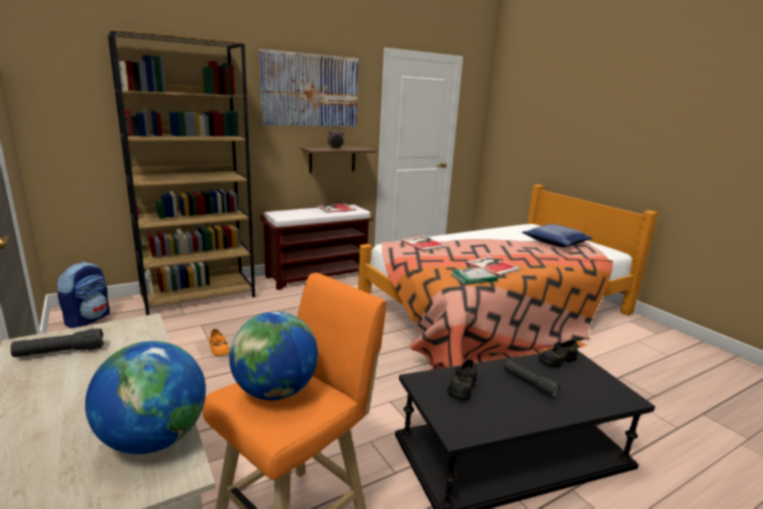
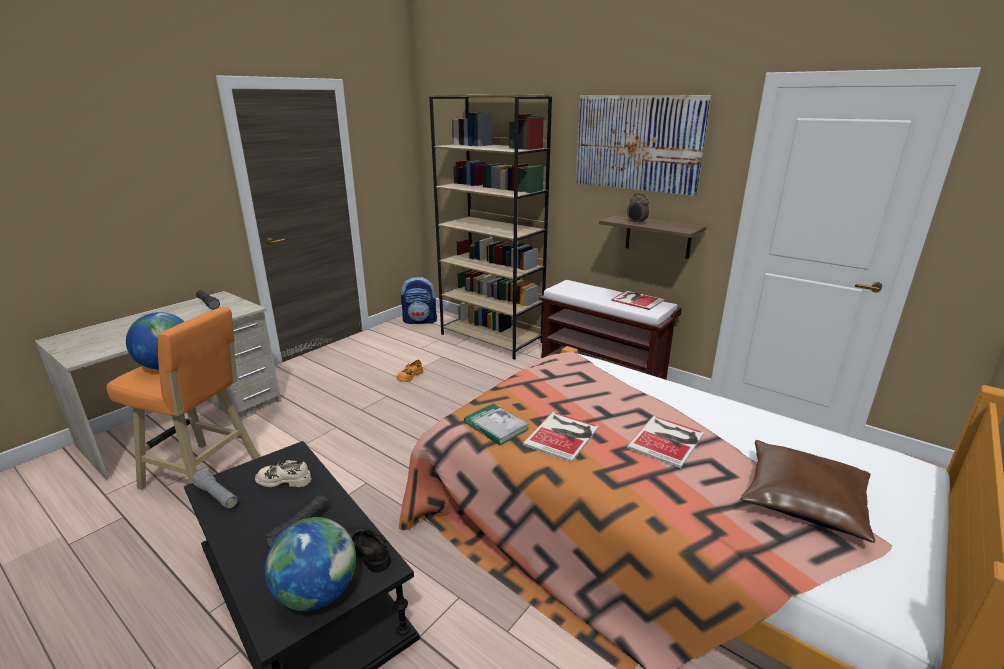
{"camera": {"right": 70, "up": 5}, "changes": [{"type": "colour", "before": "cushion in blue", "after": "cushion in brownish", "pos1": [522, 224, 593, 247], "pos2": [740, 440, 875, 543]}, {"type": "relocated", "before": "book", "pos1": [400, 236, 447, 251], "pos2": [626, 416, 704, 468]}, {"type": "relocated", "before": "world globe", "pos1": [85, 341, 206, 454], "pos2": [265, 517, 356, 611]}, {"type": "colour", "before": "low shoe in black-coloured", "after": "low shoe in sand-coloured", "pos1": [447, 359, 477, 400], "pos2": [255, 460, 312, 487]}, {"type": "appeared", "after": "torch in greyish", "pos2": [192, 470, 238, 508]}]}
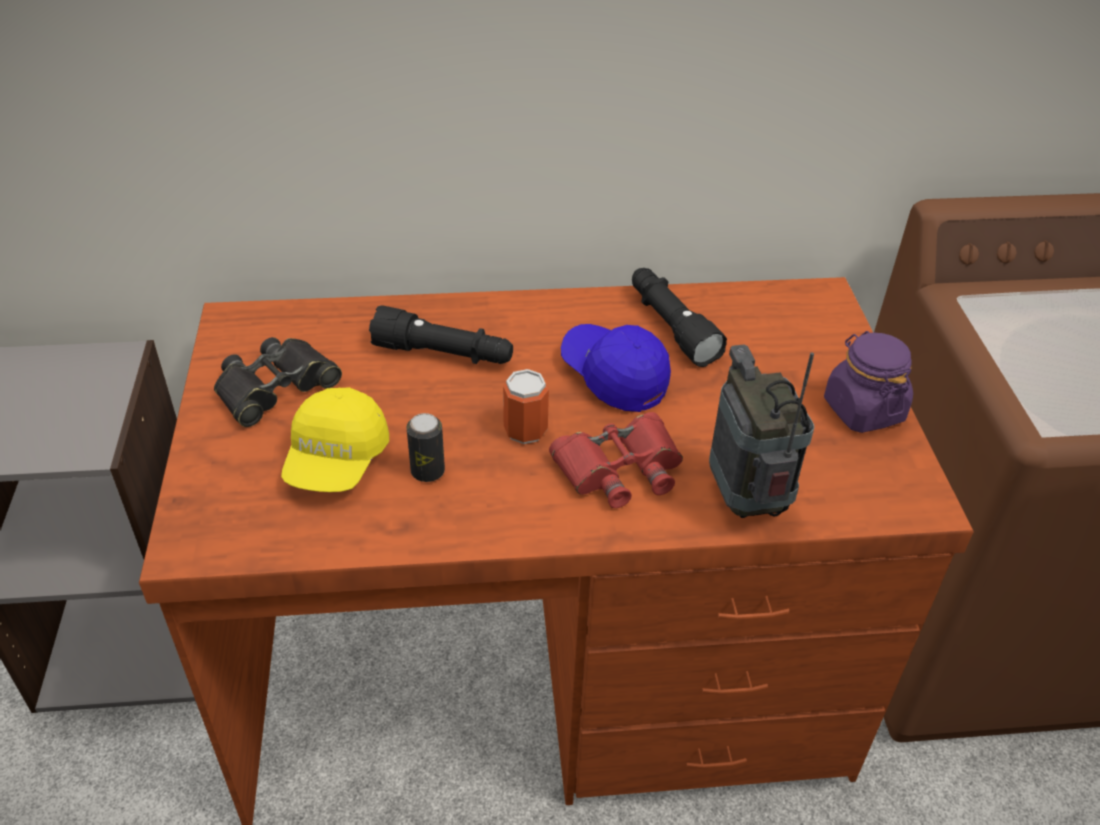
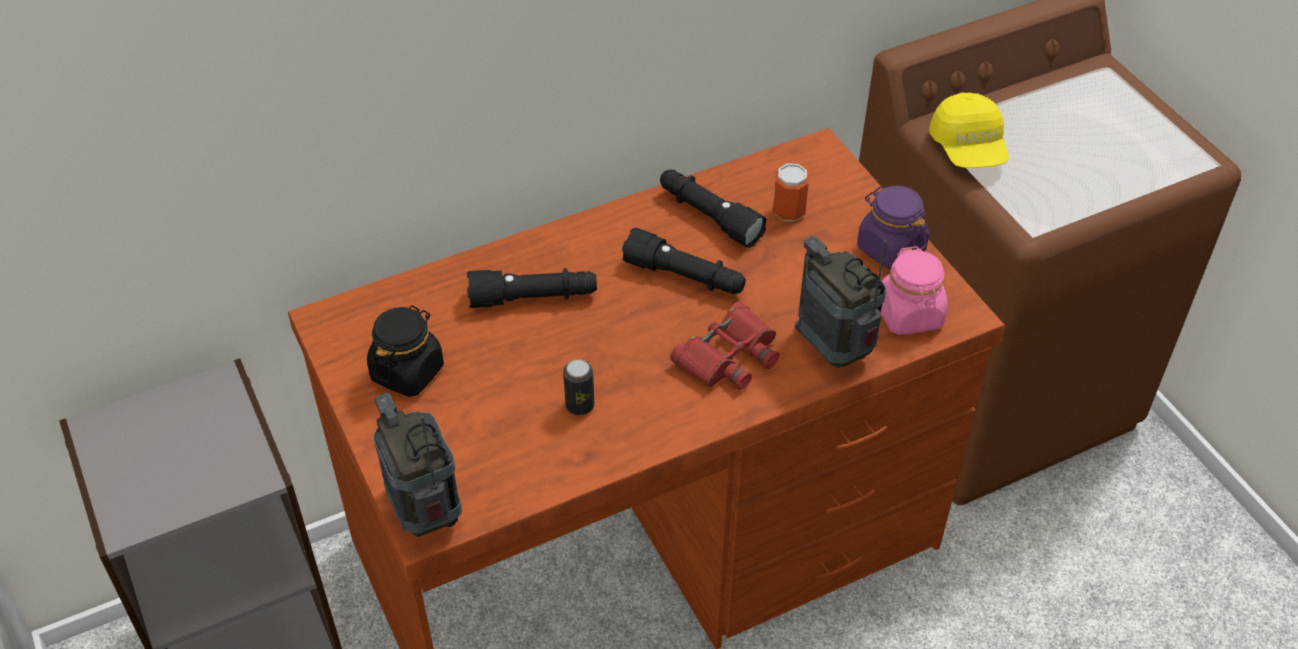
{"camera": {"right": -20, "up": 5}, "changes": [{"type": "exchanged", "before": "baseball cap in blue", "after": "torch in black-coloured", "pos1": [561, 324, 671, 412], "pos2": [622, 228, 746, 294]}, {"type": "exchanged", "before": "pair of binoculars in black-coloured", "after": "preserve jar in black-coloured", "pos1": [214, 337, 342, 427], "pos2": [367, 305, 444, 397]}, {"type": "relocated", "before": "sealed can", "pos1": [503, 369, 549, 444], "pos2": [773, 163, 809, 222]}, {"type": "relocated", "before": "baseball cap in yellowish", "pos1": [281, 387, 389, 492], "pos2": [929, 92, 1009, 168]}, {"type": "appeared", "after": "preserve jar in pinkish", "pos2": [881, 246, 948, 335]}, {"type": "appeared", "after": "radio receiver", "pos2": [373, 393, 462, 537]}]}
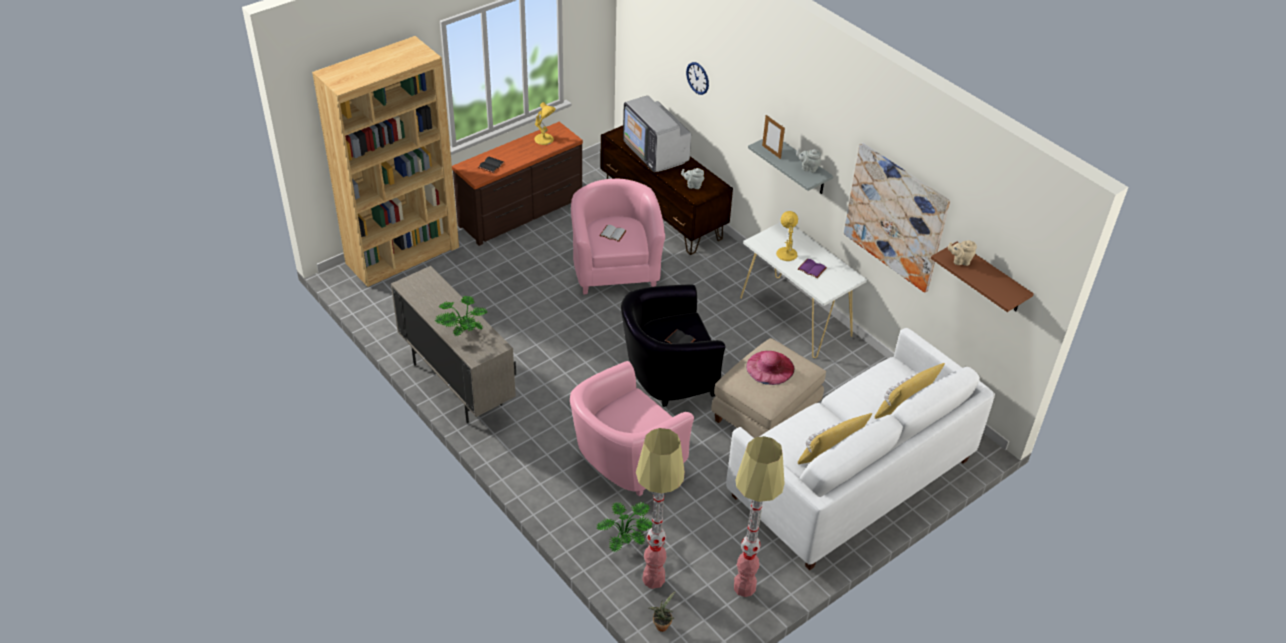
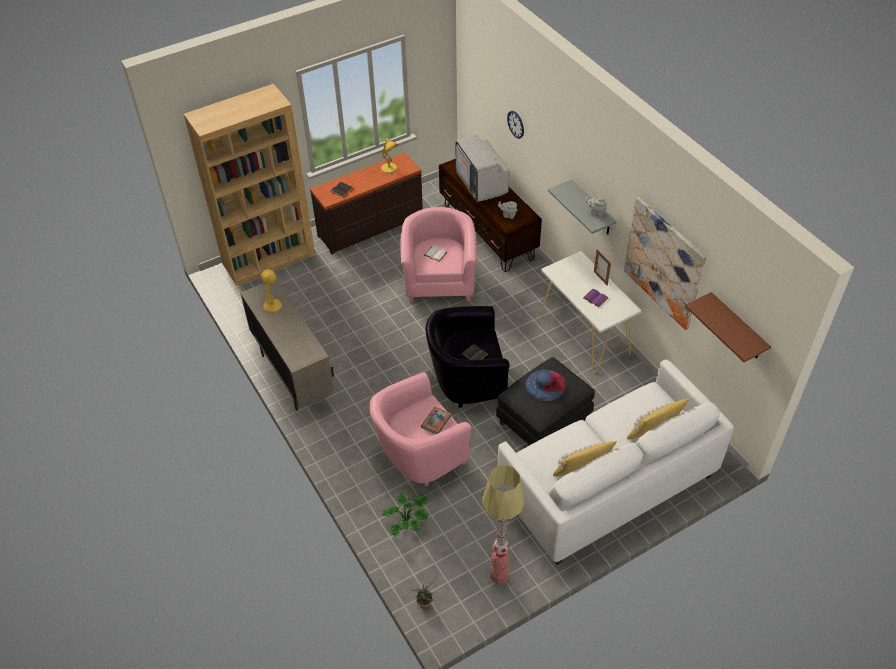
{"camera": {"right": 10, "up": 5}, "changes": [{"type": "relocated", "before": "standing frame", "pos1": [762, 115, 785, 159], "pos2": [594, 250, 611, 286]}, {"type": "relocated", "before": "tabletop lamp in yellowish", "pos1": [776, 211, 798, 261], "pos2": [261, 269, 282, 313]}, {"type": "missing", "before": "tea pot in sand-coloured", "pos1": [948, 240, 977, 266]}, {"type": "missing", "before": "houseplant", "pos1": [435, 296, 487, 336]}, {"type": "colour", "before": "footrest in sand-coloured", "after": "footrest in black-coloured", "pos1": [711, 338, 826, 438], "pos2": [496, 357, 595, 445]}, {"type": "colour", "before": "clothing hat in pinkish", "after": "clothing hat in blue", "pos1": [746, 351, 794, 385], "pos2": [526, 369, 567, 401]}, {"type": "missing", "before": "standing lamp", "pos1": [636, 428, 685, 589]}, {"type": "appeared", "after": "book", "pos2": [421, 407, 451, 434]}]}
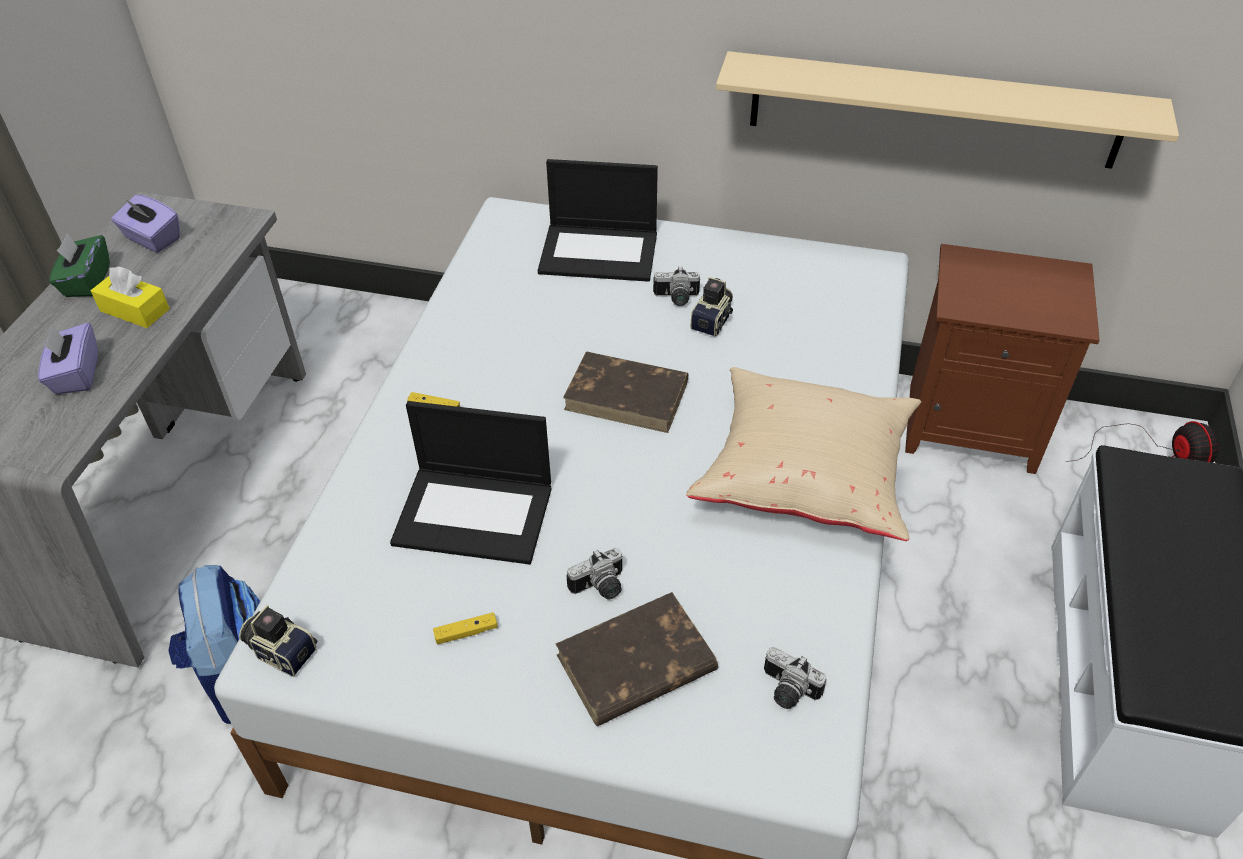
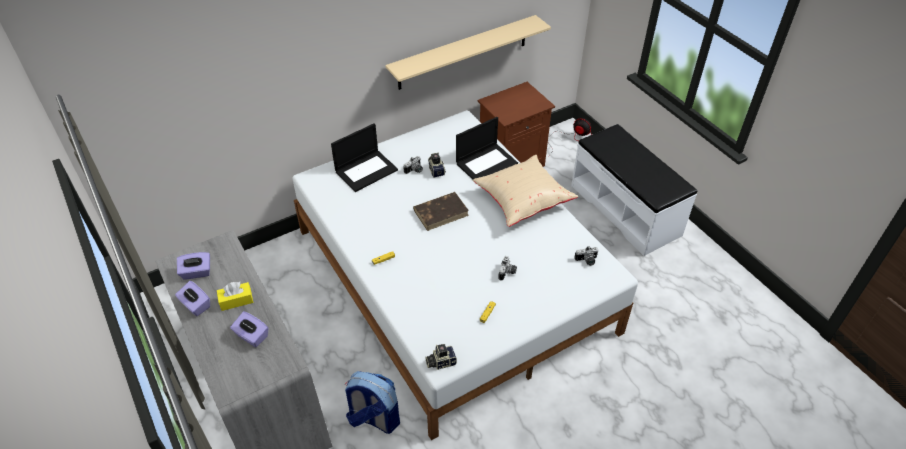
{"camera": {"right": -45, "up": 0}, "changes": [{"type": "colour", "before": "tissue box in green-coloured", "after": "tissue box in purple", "pos1": [49, 233, 110, 297], "pos2": [175, 281, 210, 316]}, {"type": "relocated", "before": "notebook computer", "pos1": [390, 401, 552, 564], "pos2": [456, 117, 518, 180]}, {"type": "missing", "before": "book in brownish", "pos1": [556, 592, 718, 726]}]}
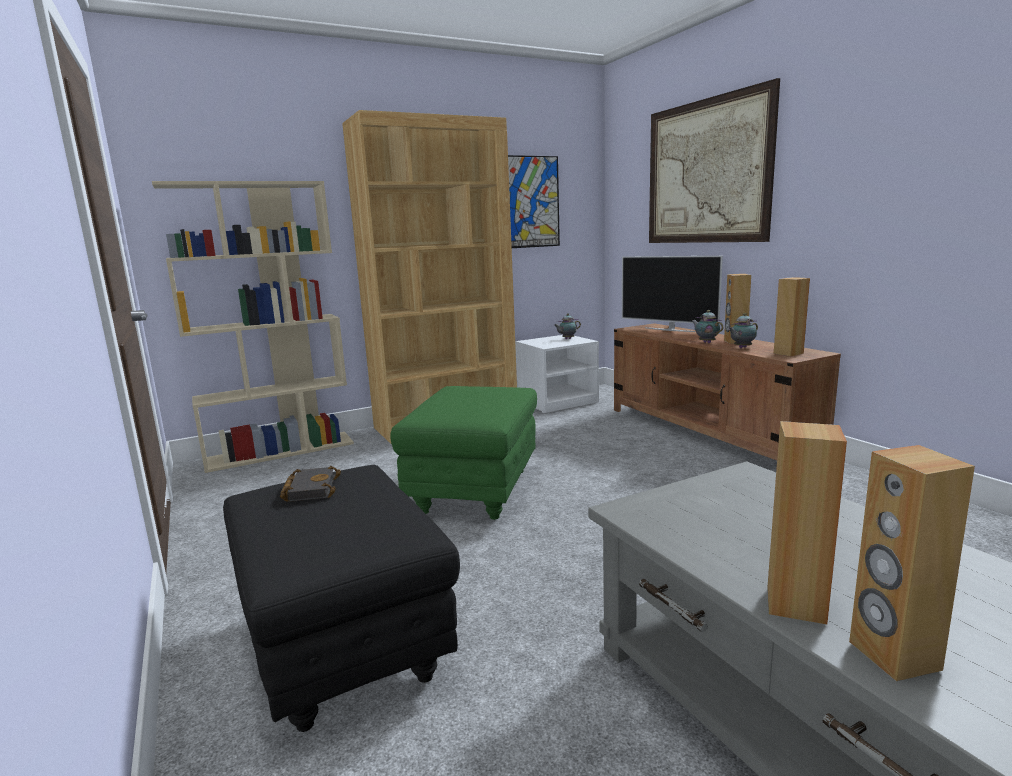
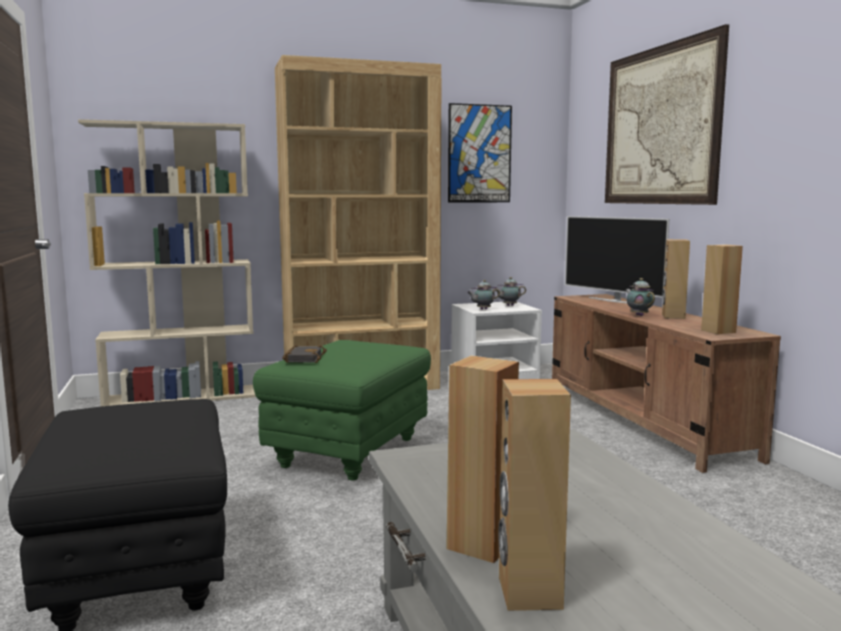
{"camera": {"right": 10, "up": -5}, "changes": [{"type": "relocated", "before": "tea pot", "pos1": [728, 313, 758, 348], "pos2": [467, 280, 500, 310]}, {"type": "relocated", "before": "book in black-coloured", "pos1": [280, 466, 341, 502], "pos2": [282, 345, 327, 363]}]}
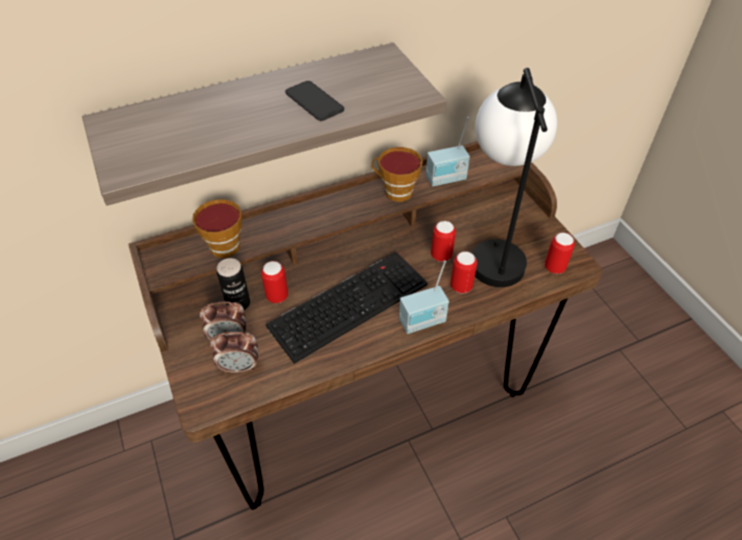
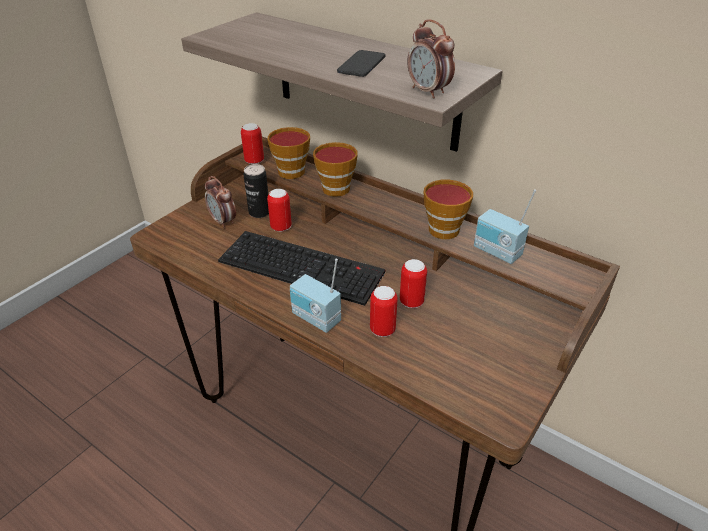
{"camera": {"right": 60, "up": -10}, "changes": [{"type": "missing", "before": "tabletop lamp", "pos1": [472, 68, 557, 287]}, {"type": "relocated", "before": "sealed can", "pos1": [545, 233, 575, 274], "pos2": [241, 123, 264, 164]}, {"type": "relocated", "before": "table clock", "pos1": [210, 332, 258, 374], "pos2": [407, 19, 455, 98]}, {"type": "appeared", "after": "drinking cup", "pos2": [313, 142, 358, 197]}]}
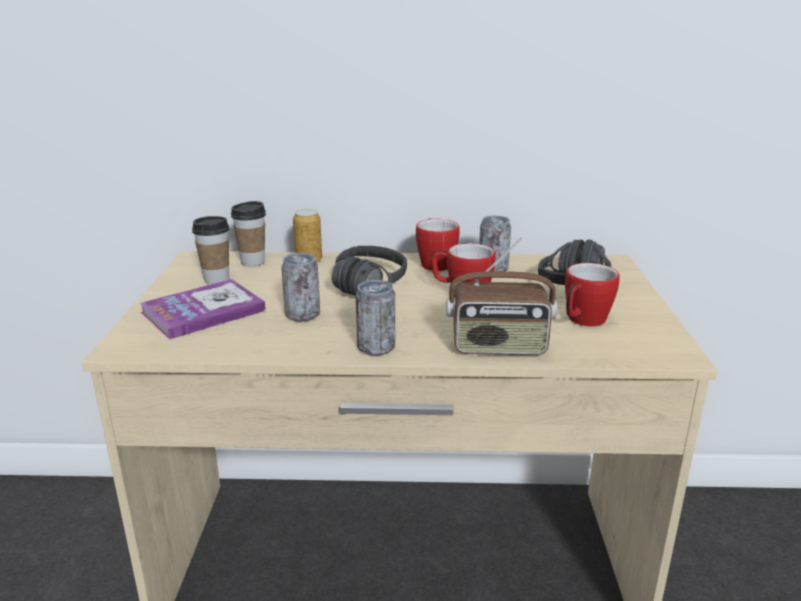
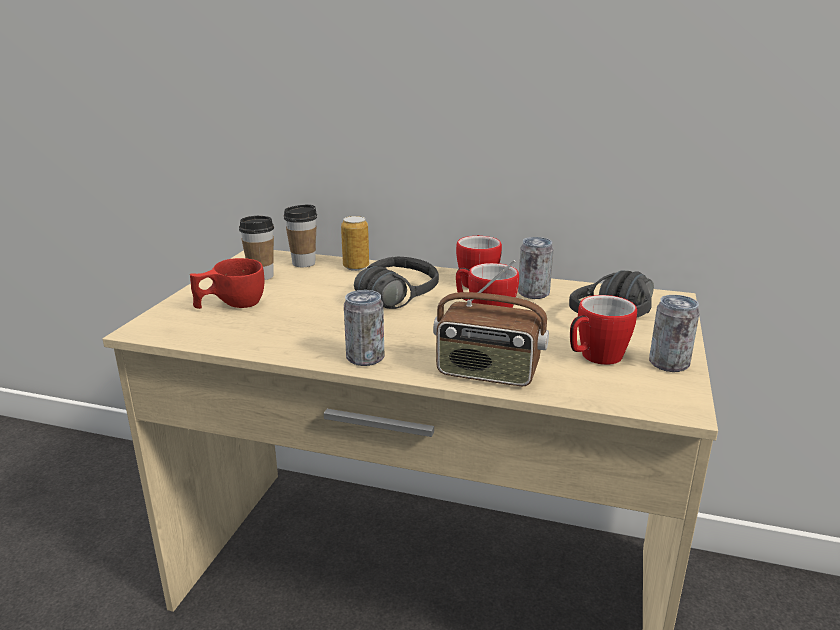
{"camera": {"right": 15, "up": 0}, "changes": [{"type": "relocated", "before": "sealed can", "pos1": [281, 253, 320, 322], "pos2": [649, 295, 700, 372]}, {"type": "exchanged", "before": "book", "after": "drinking cup in red-coloured", "pos1": [139, 279, 266, 339], "pos2": [190, 258, 264, 309]}]}
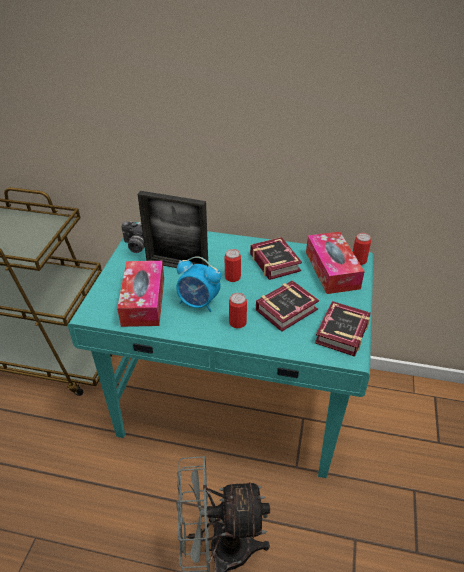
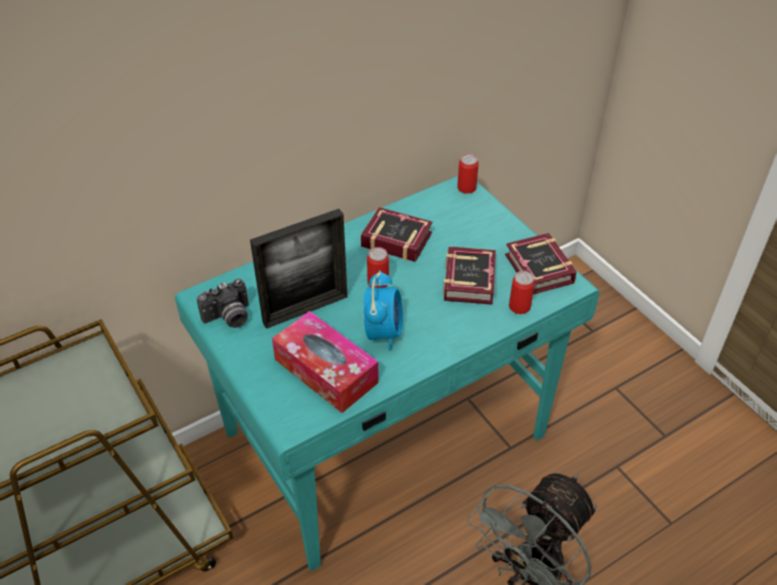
{"camera": {"right": -45, "up": 5}, "changes": [{"type": "missing", "before": "tissue box", "pos1": [306, 232, 365, 294]}, {"type": "spun", "before": "table clock", "pos1": [176, 256, 221, 312], "pos2": [363, 270, 403, 351], "turn": -60}, {"type": "relocated", "before": "sealed can", "pos1": [229, 293, 247, 328], "pos2": [509, 271, 535, 314]}]}
